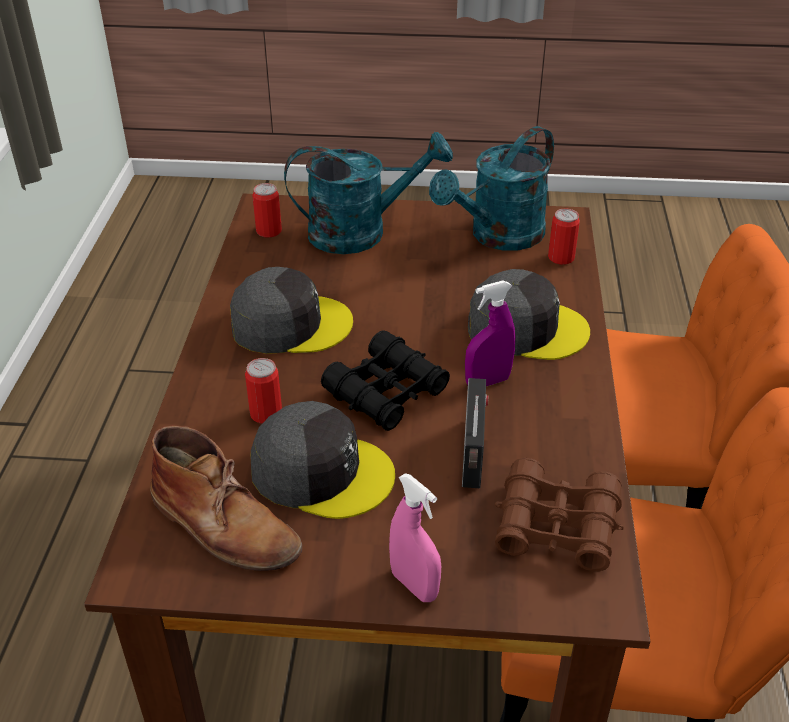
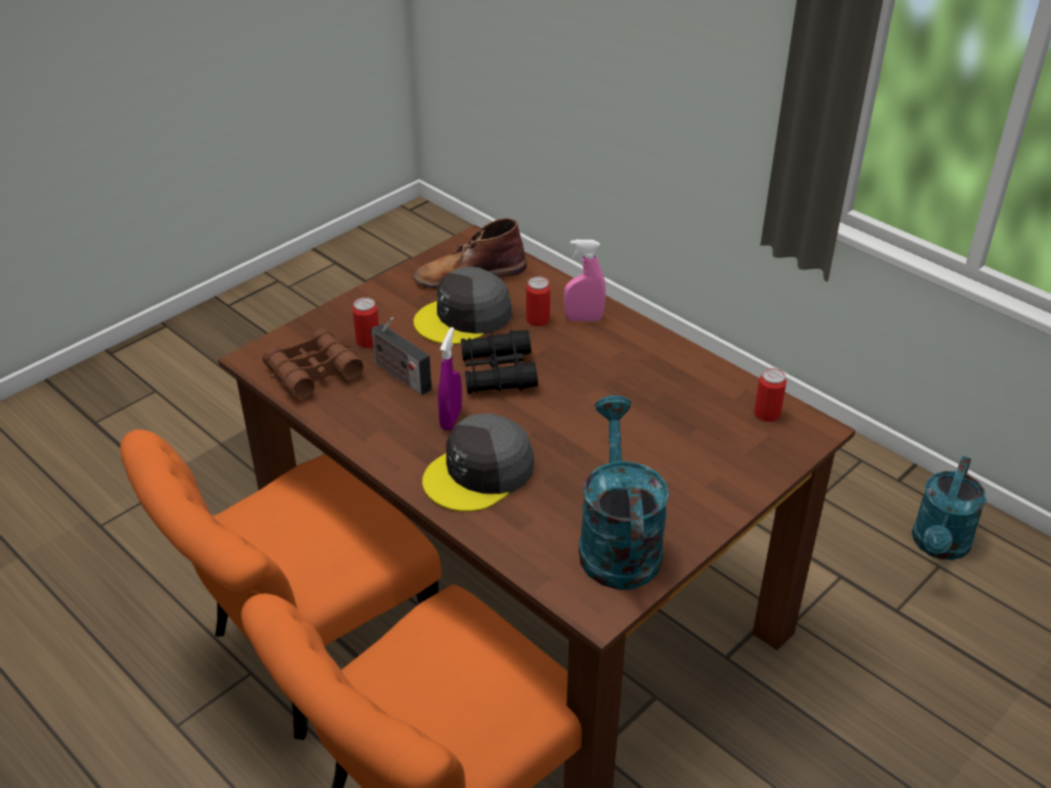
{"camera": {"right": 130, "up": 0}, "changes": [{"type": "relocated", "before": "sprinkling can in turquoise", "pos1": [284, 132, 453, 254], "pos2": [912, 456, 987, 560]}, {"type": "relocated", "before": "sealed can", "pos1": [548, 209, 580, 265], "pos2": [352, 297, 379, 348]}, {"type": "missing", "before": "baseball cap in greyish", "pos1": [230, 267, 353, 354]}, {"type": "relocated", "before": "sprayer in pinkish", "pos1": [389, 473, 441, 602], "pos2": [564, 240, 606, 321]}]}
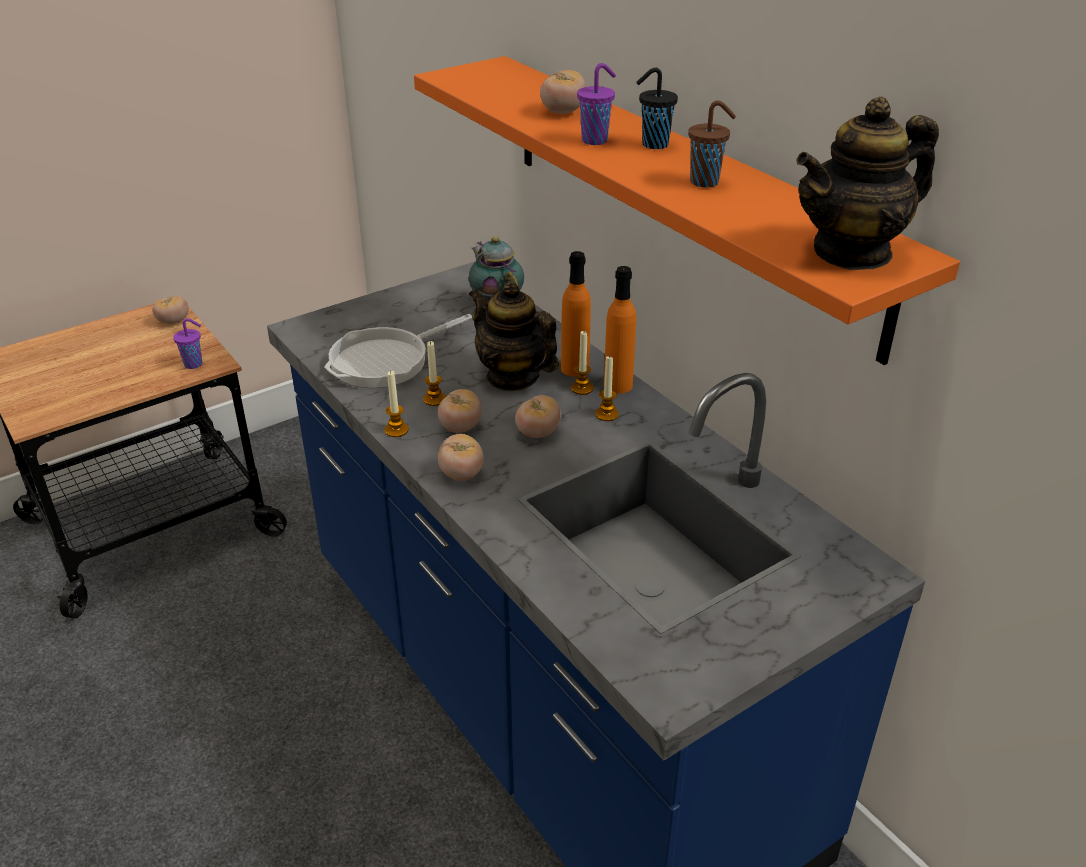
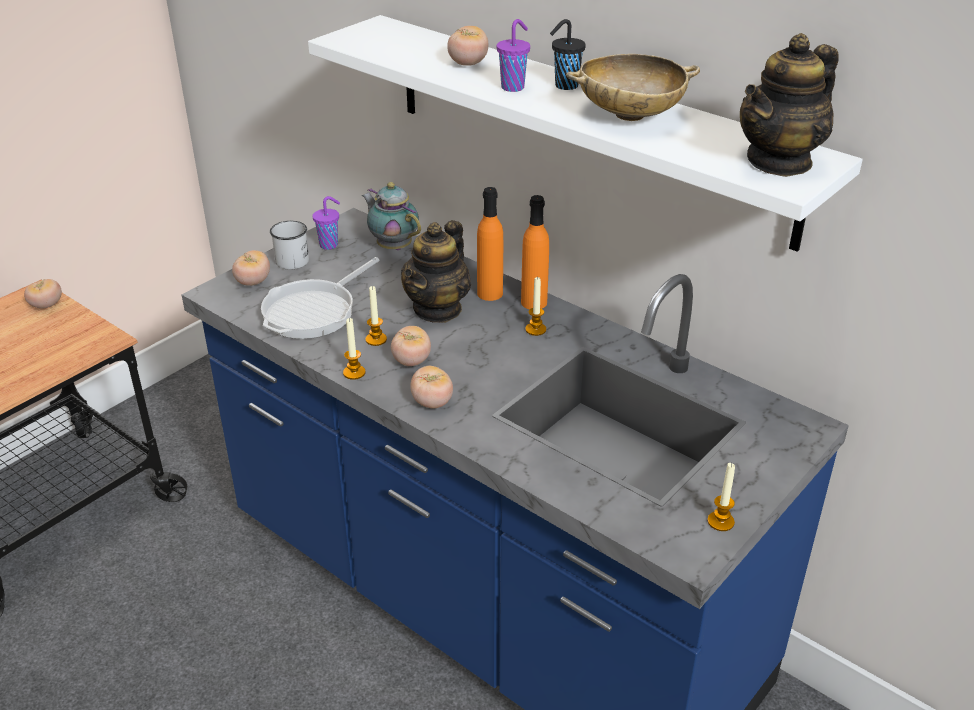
{"camera": {"right": -15, "up": 0}, "changes": [{"type": "colour", "before": "wall shelf in orangey", "after": "wall shelf in white-coloured", "pos1": [414, 56, 960, 365], "pos2": [308, 15, 863, 252]}, {"type": "exchanged", "before": "drinking cup in brownish", "after": "deep dish in sand-coloured", "pos1": [688, 100, 736, 188], "pos2": [566, 54, 700, 121]}, {"type": "spun", "before": "tea pot", "pos1": [469, 281, 559, 391], "pos2": [401, 220, 471, 323], "turn": -90}, {"type": "relocated", "before": "drinking cup in purple", "pos1": [173, 318, 202, 369], "pos2": [312, 196, 340, 250]}, {"type": "relocated", "before": "wax light", "pos1": [571, 331, 594, 395], "pos2": [708, 463, 735, 531]}, {"type": "relocated", "before": "fresh tomato", "pos1": [515, 395, 561, 438], "pos2": [232, 250, 270, 286]}, {"type": "appeared", "after": "mug in white-coloured", "pos2": [270, 221, 309, 270]}]}
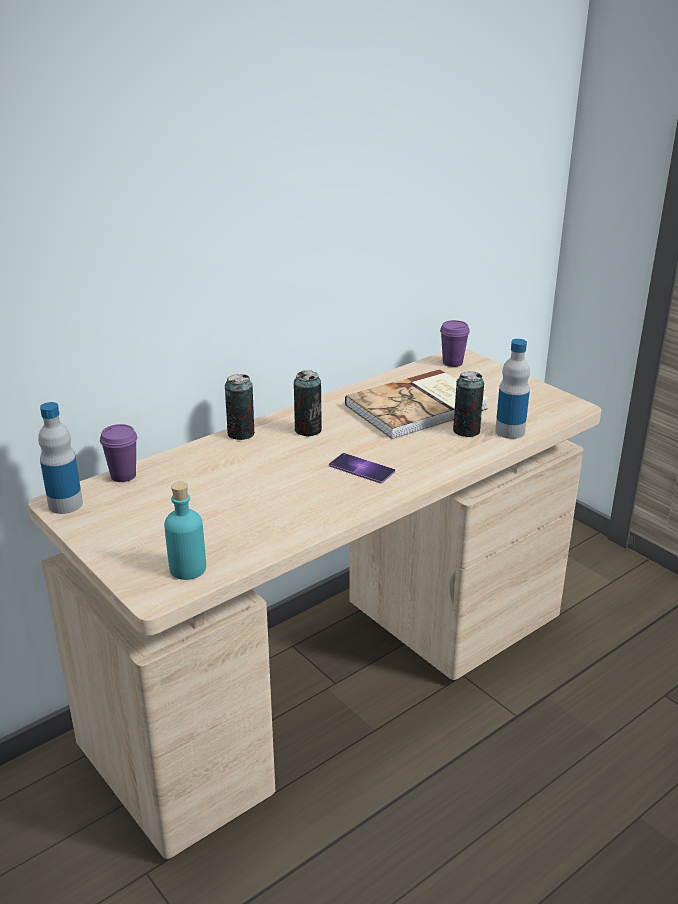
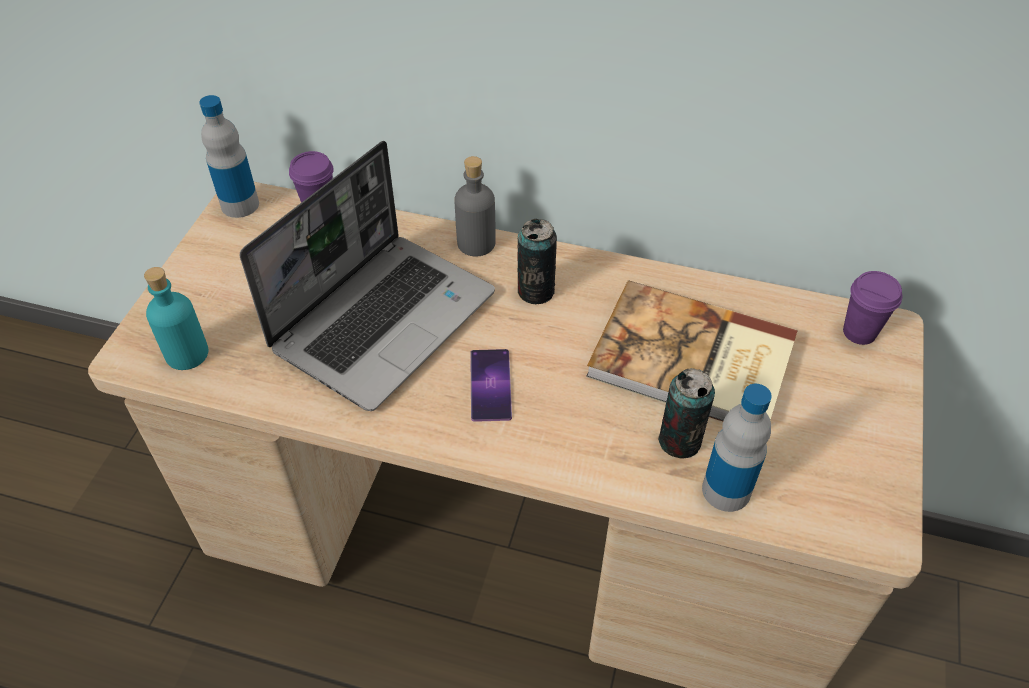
{"camera": {"right": 55, "up": 20}, "changes": [{"type": "exchanged", "before": "sealed can", "after": "drink bottle in greyish", "pos1": [225, 374, 254, 440], "pos2": [455, 156, 496, 256]}, {"type": "appeared", "after": "notebook computer", "pos2": [240, 141, 495, 411]}]}
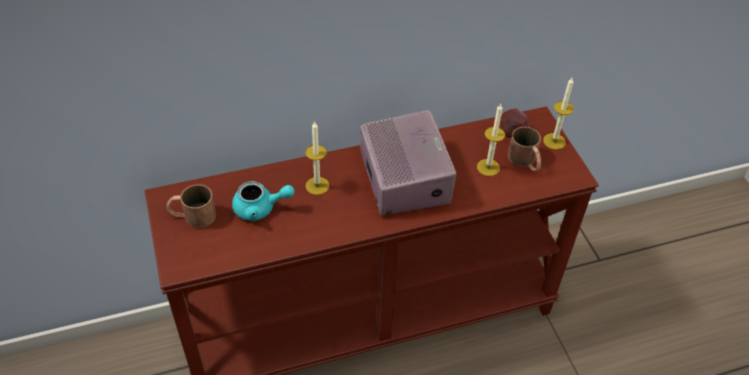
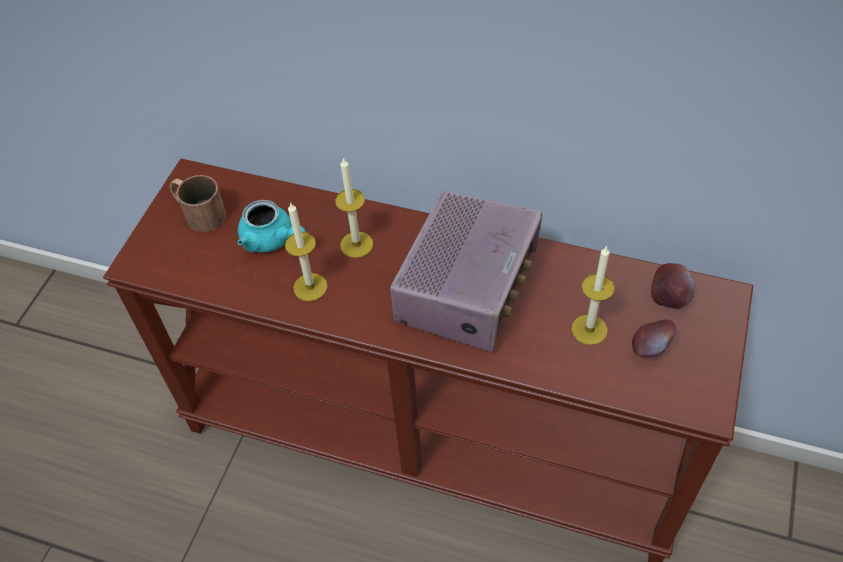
{"camera": {"right": 40, "up": 5}, "changes": [{"type": "relocated", "before": "wax light", "pos1": [543, 78, 574, 150], "pos2": [285, 202, 328, 301]}, {"type": "exchanged", "before": "mug in brownish", "after": "apple fruit", "pos1": [508, 127, 541, 171], "pos2": [632, 320, 676, 357]}]}
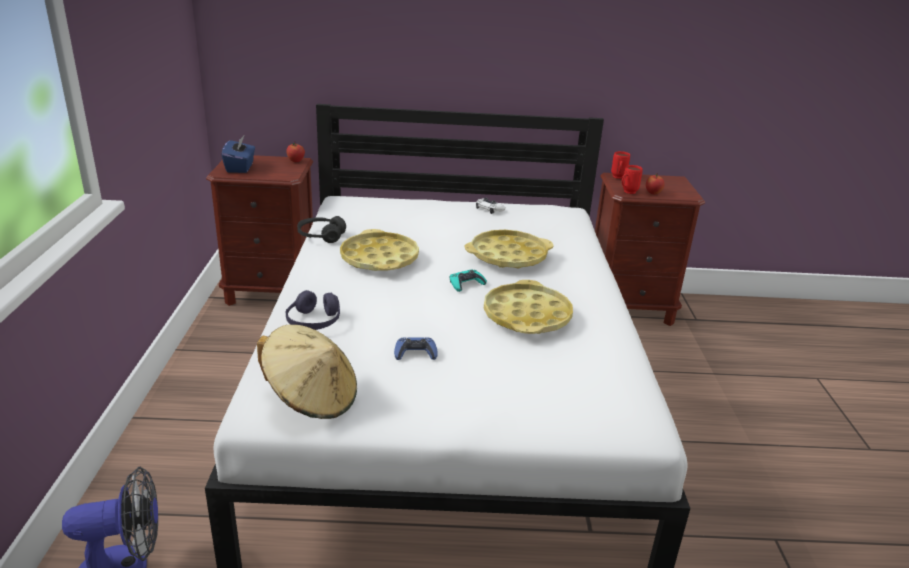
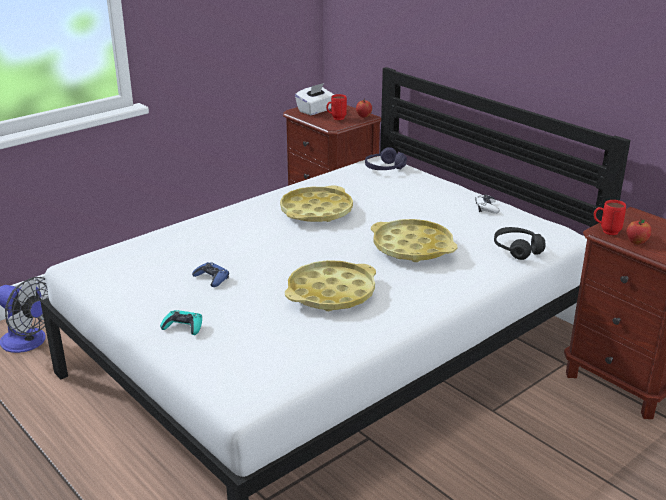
{"camera": {"right": 50, "up": 0}, "changes": [{"type": "colour", "before": "tissue box in blue", "after": "tissue box in white-coloured", "pos1": [222, 136, 255, 173], "pos2": [295, 83, 334, 115]}, {"type": "relocated", "before": "mug in red-coloured", "pos1": [611, 151, 630, 179], "pos2": [326, 94, 347, 120]}, {"type": "relocated", "before": "headphones in black-coloured", "pos1": [297, 216, 346, 243], "pos2": [494, 227, 545, 260]}, {"type": "relocated", "before": "gamepad in turquoise", "pos1": [450, 269, 487, 292], "pos2": [160, 310, 202, 335]}, {"type": "relocated", "before": "headphones in purple", "pos1": [286, 290, 340, 330], "pos2": [365, 147, 407, 170]}, {"type": "missing", "before": "clothing hat in sand-coloured", "pos1": [257, 325, 357, 419]}]}
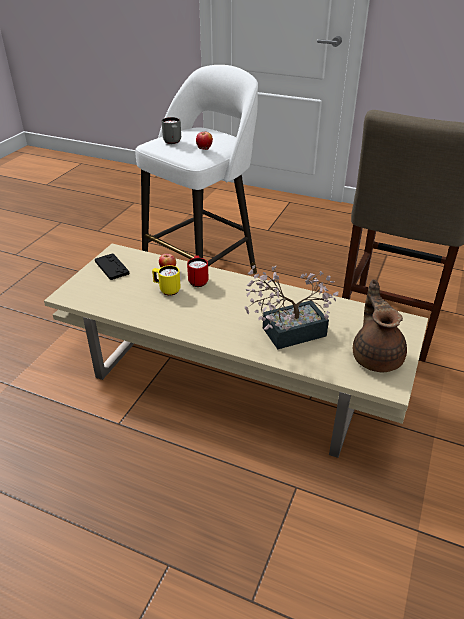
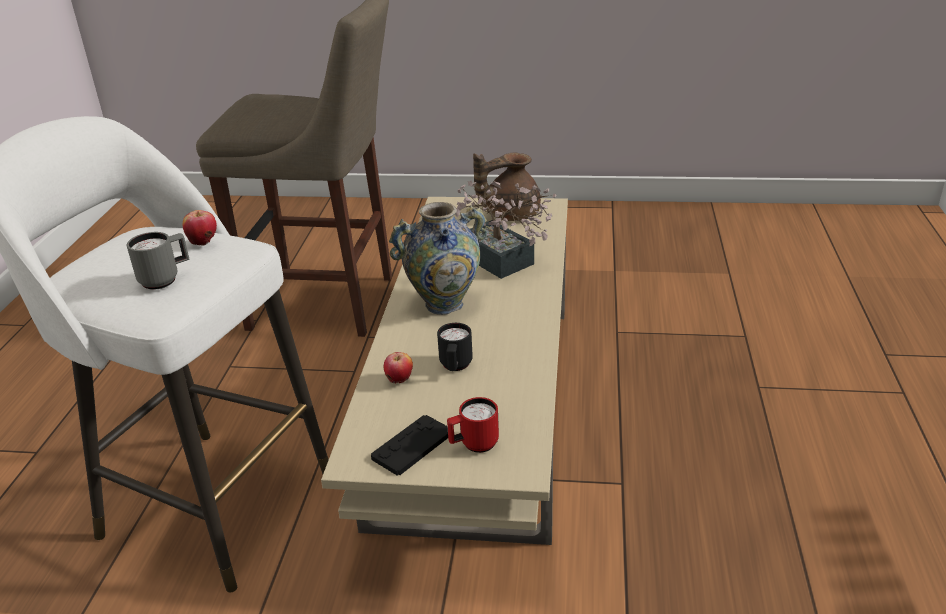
{"camera": {"right": -105, "up": -5}, "changes": [{"type": "relocated", "before": "mug in red-coloured", "pos1": [187, 256, 208, 287], "pos2": [447, 397, 499, 453]}, {"type": "colour", "before": "mug in yellowish", "after": "mug in black-coloured", "pos1": [152, 265, 181, 296], "pos2": [437, 323, 473, 371]}, {"type": "appeared", "after": "flower vase", "pos2": [389, 202, 487, 315]}]}
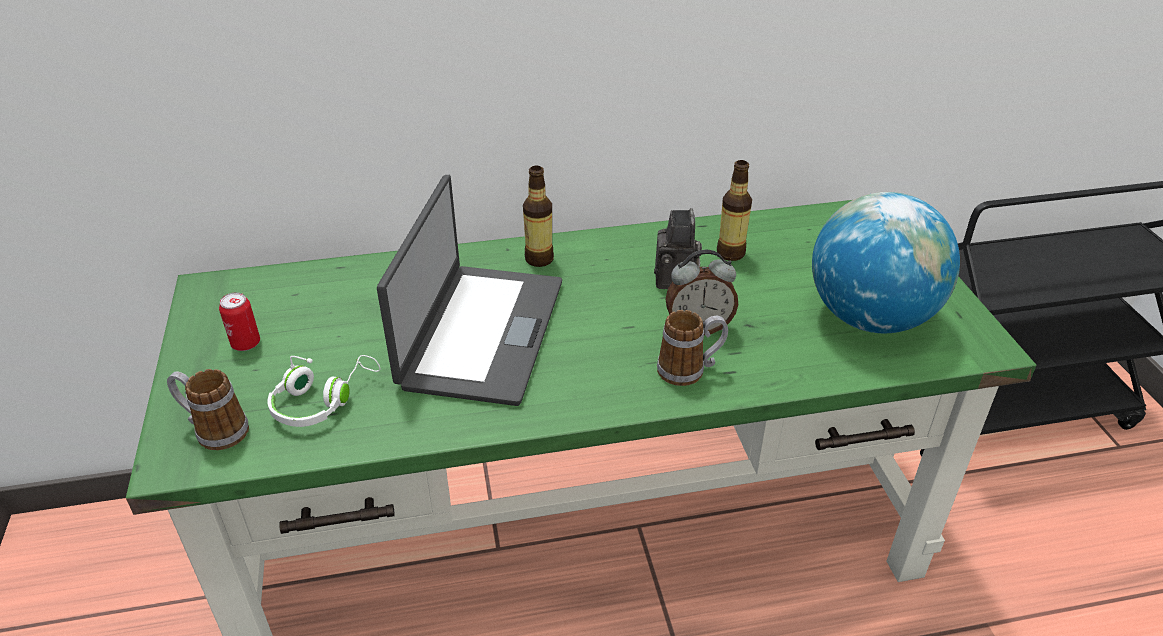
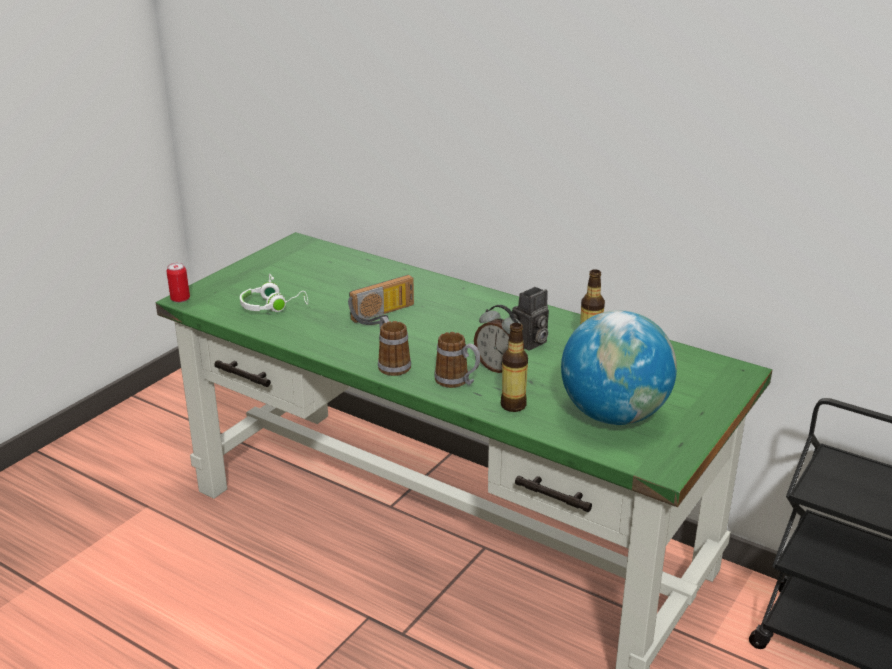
{"camera": {"right": 45, "up": -10}, "changes": [{"type": "relocated", "before": "drink bottle", "pos1": [523, 166, 554, 267], "pos2": [501, 323, 528, 412]}, {"type": "exchanged", "before": "notebook computer", "after": "radio receiver", "pos1": [377, 175, 562, 406], "pos2": [348, 275, 414, 325]}, {"type": "relocated", "before": "sealed can", "pos1": [219, 292, 260, 351], "pos2": [167, 263, 190, 303]}, {"type": "relocated", "before": "mug", "pos1": [167, 369, 249, 450], "pos2": [378, 316, 411, 376]}]}
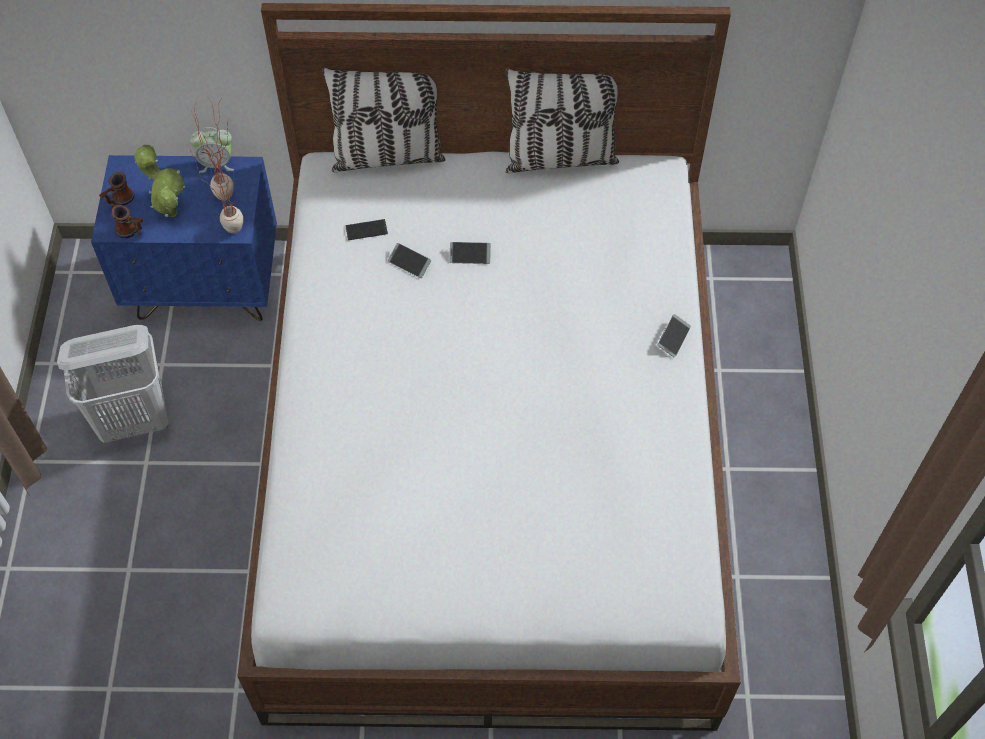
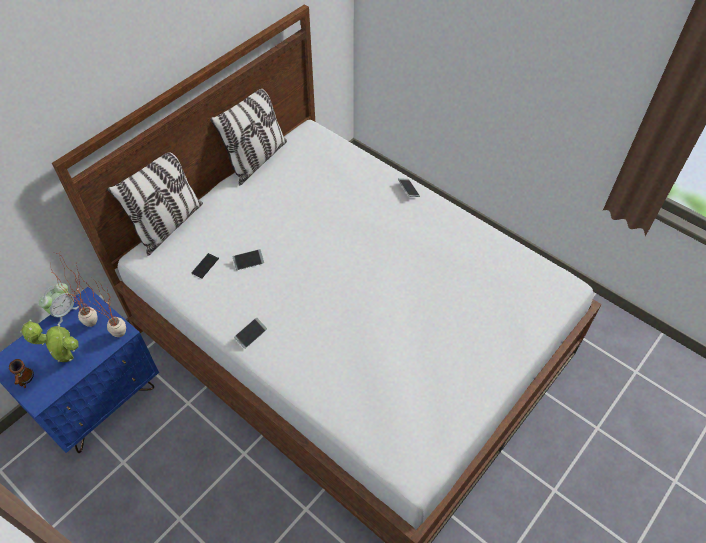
{"camera": {"right": -50, "up": -5}, "changes": [{"type": "missing", "before": "mug", "pos1": [111, 205, 143, 239]}, {"type": "relocated", "before": "handset", "pos1": [449, 242, 491, 264], "pos2": [234, 318, 267, 349]}, {"type": "missing", "before": "hamper in white-coloured", "pos1": [57, 325, 168, 443]}]}
